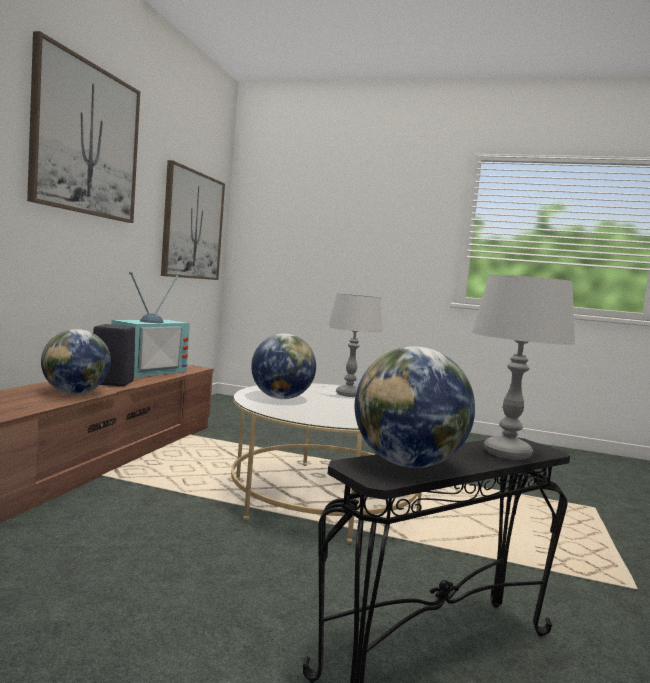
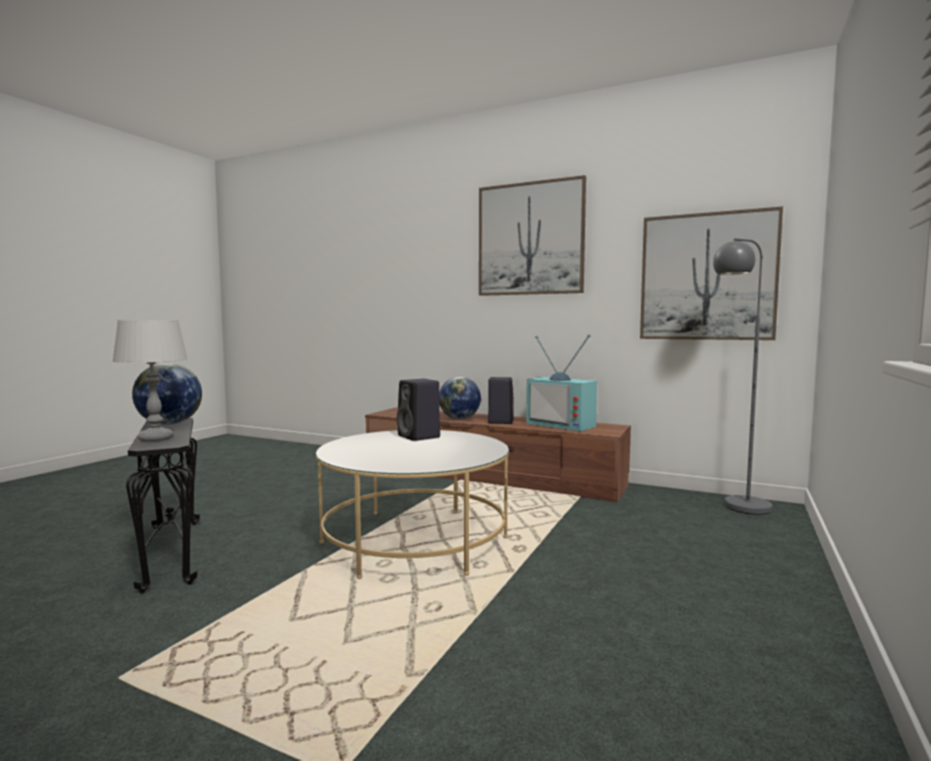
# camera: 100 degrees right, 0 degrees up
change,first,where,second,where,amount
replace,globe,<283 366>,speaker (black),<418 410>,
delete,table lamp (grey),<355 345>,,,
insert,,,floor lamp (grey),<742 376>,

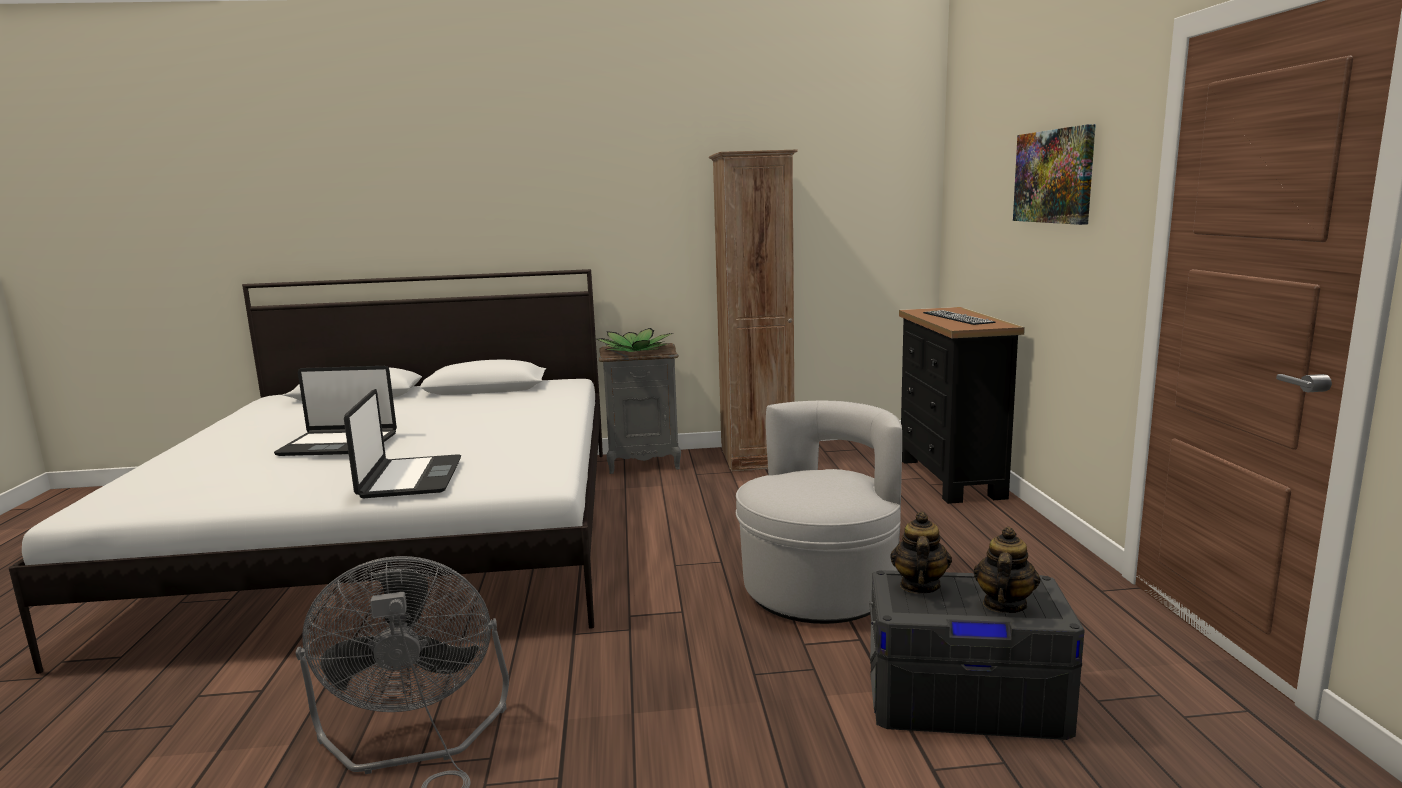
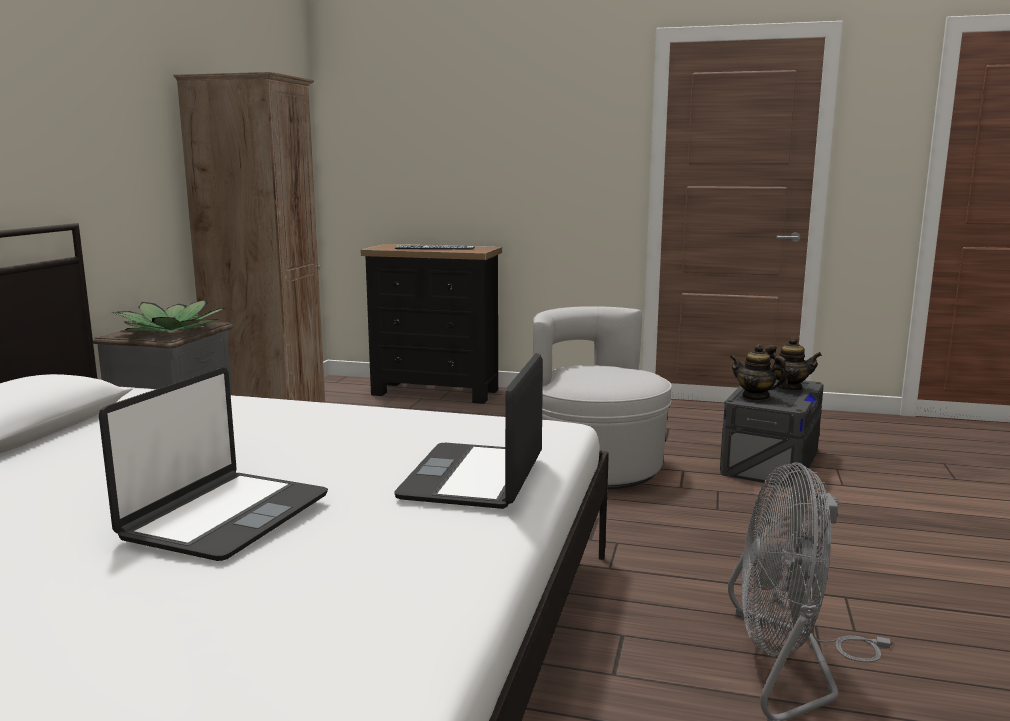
# camera: 70 degrees left, 0 degrees up
change,first,where,second,where,amount
rotate,laptop,<402 443>,,<468 431>,90 degrees counterclockwise
rotate,teapot,<1007 570>,,<793 363>,150 degrees clockwise
delete,picture,<1054 174>,,,

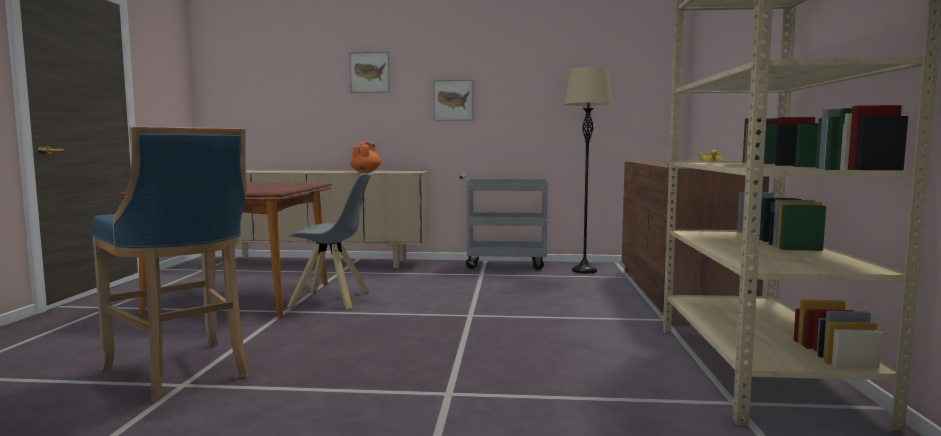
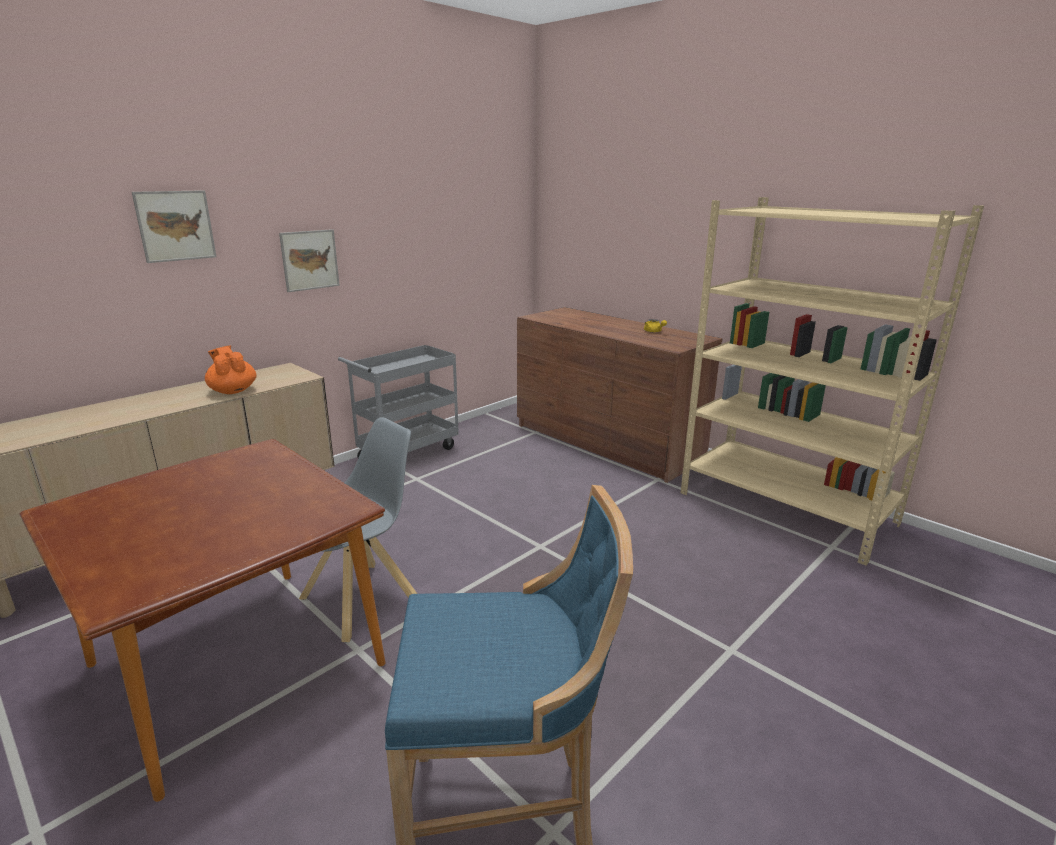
# camera: 50 degrees left, 15 degrees up
change,first,where,second,where,amount
delete,floor lamp (beige),<588 170>,,,

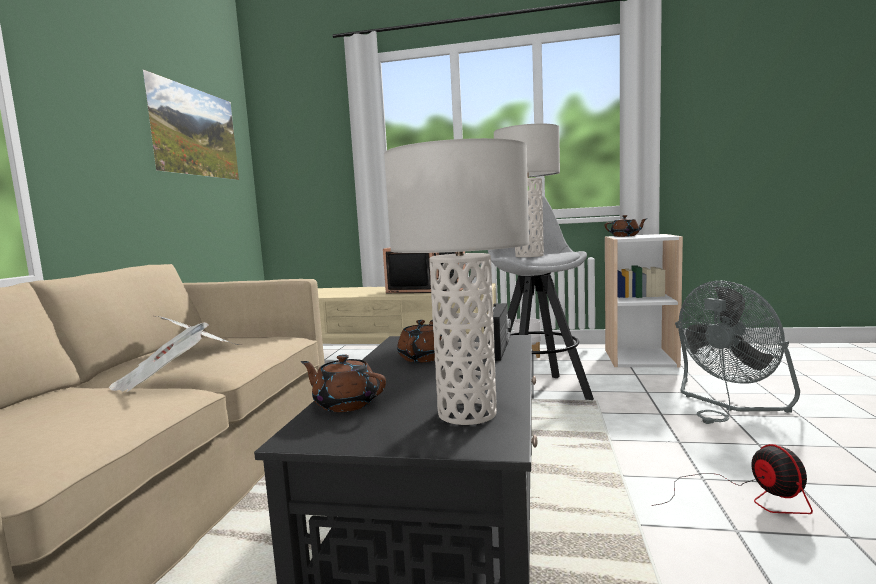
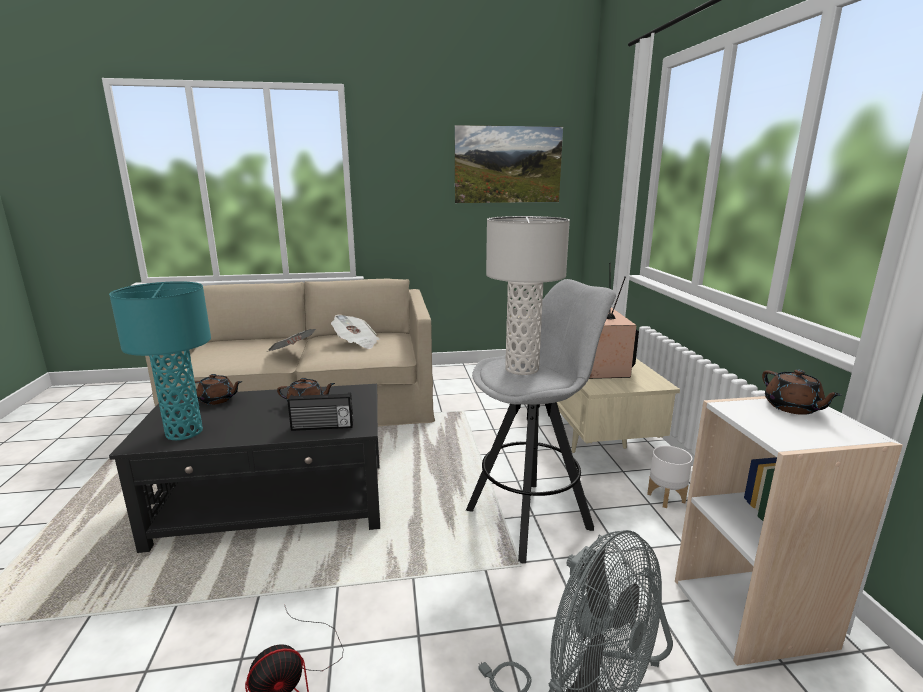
# camera: 70 degrees right, 10 degrees up
change,first,where,second,where,amount
rotate,teapot (brown),<343 383>,,<218 389>,90 degrees clockwise
recolor,table lamp (white),<456 281>,table lamp (turquoise),<160 360>,

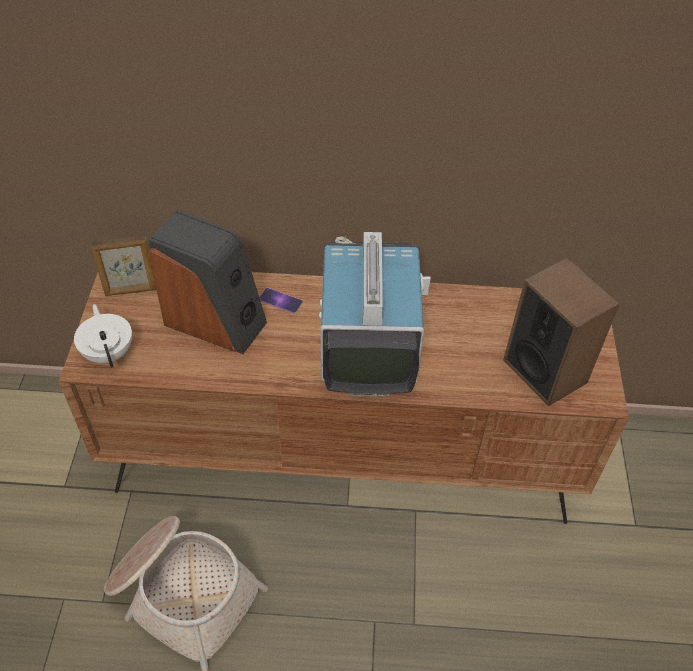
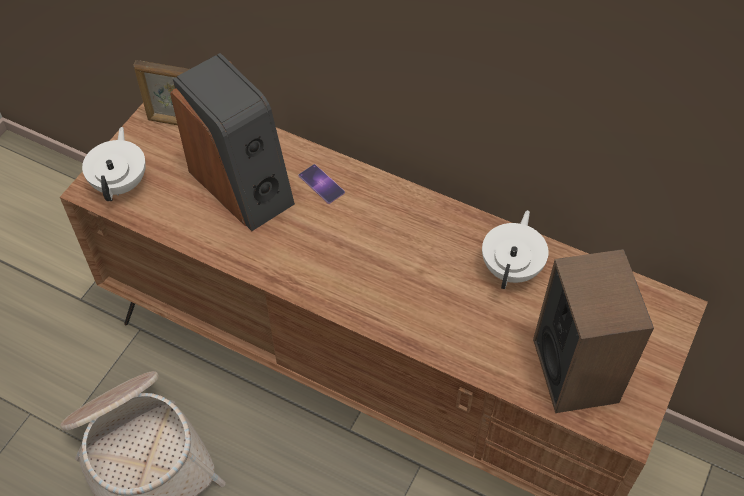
# camera: 25 degrees right, 5 degrees up
change,first,where,second,where,amount
delete,television,<375 314>,,,
insert,,,teapot (white),<515 249>,

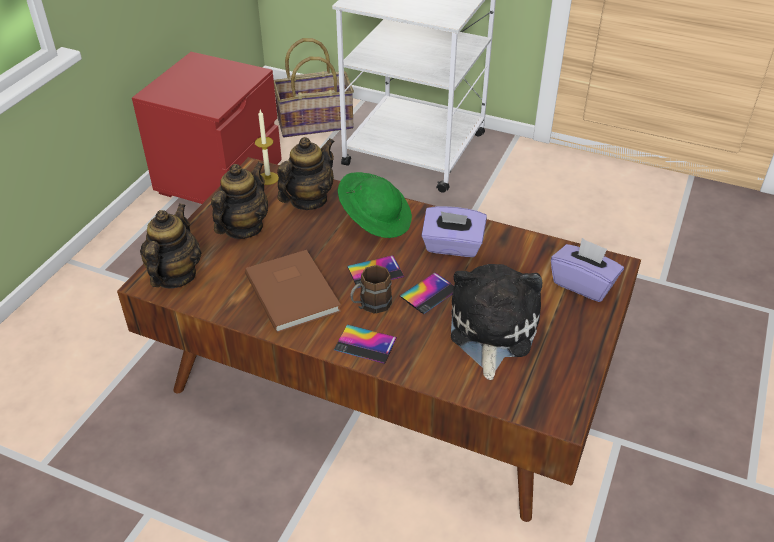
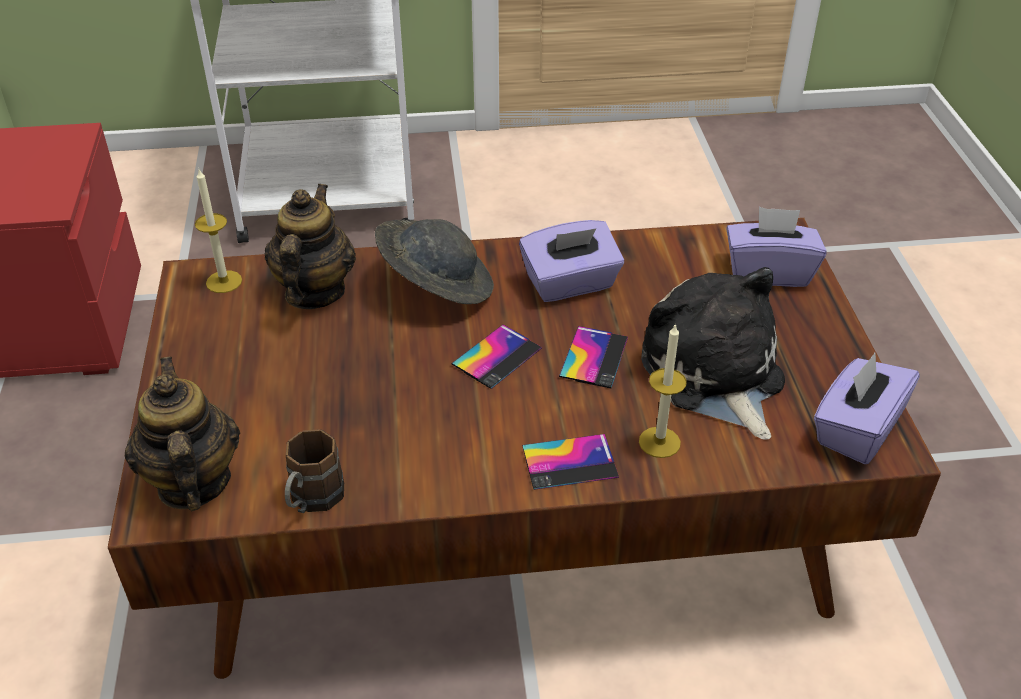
# camera: 30 degrees left, 0 degrees up
change,first,where,second,where,amount
delete,teapot,<239 200>,,,
delete,book (brown),<293 291>,,,
delete,basket,<314 87>,,,
recolor,hat (green),<375 205>,hat (grey),<434 261>,
move,mug (brown),<371 289>,,<314 471>,
insert,,,candle,<663 390>,
insert,,,tissue box (purple),<867 408>,

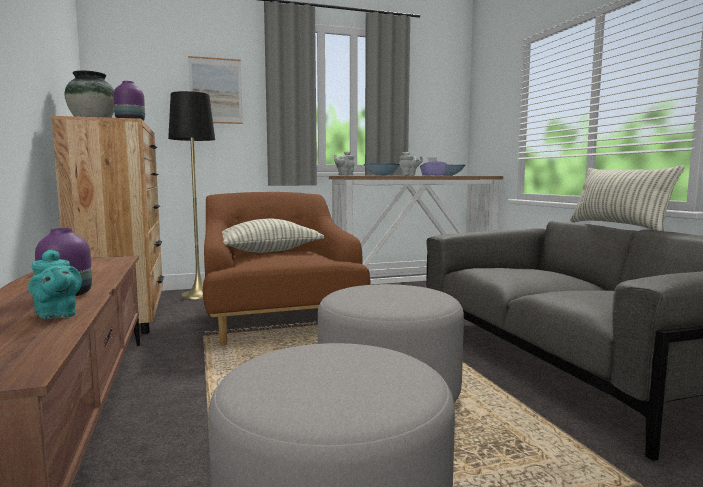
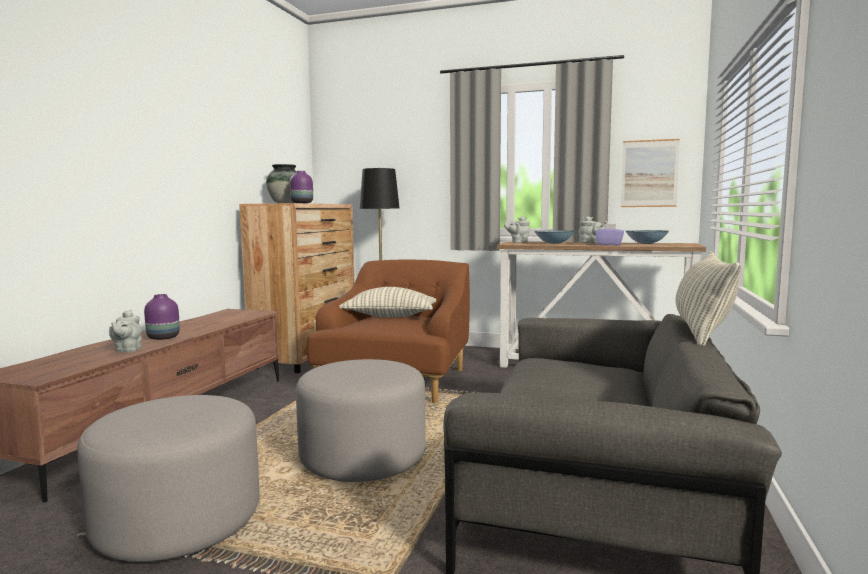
# camera: 35 degrees right, 0 degrees up
change,first,where,second,where,amount
recolor,teapot (turquoise),<55 284>,teapot (grey),<125 331>,
move,picture,<215 90>,,<650 173>,

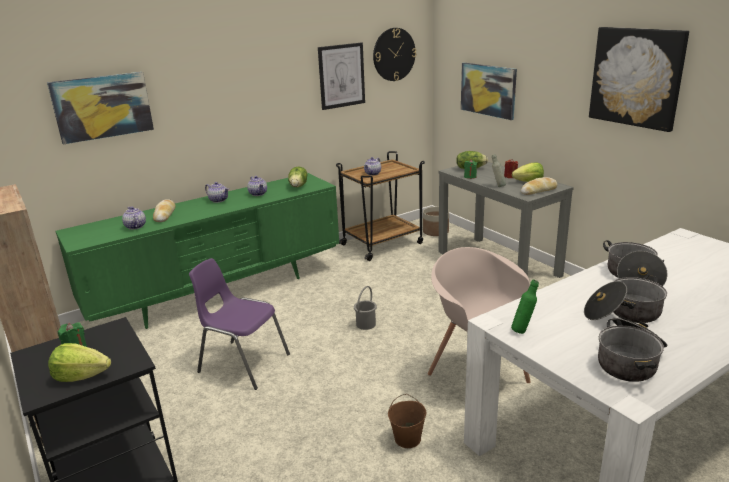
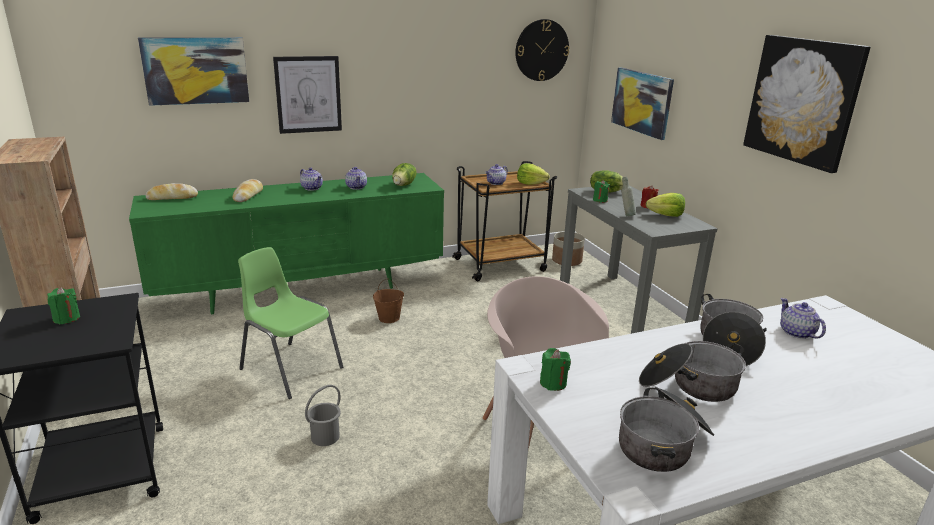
# camera: 10 degrees right, 0 degrees up
change,first,where,second,where,amount
move,lettuce,<79 362>,,<533 174>,
move,teapot,<134 218>,,<803 318>,
recolor,chair (purple),<239 324>,chair (green),<290 323>,
move,picture,<341 76>,,<307 95>,
move,bucket (grey),<365 308>,,<323 415>,
move,bucket (brown),<407 421>,,<388 301>,
replace,bottle (green),<525 307>,candle (green),<555 369>,
move,bread,<539 186>,,<172 191>,

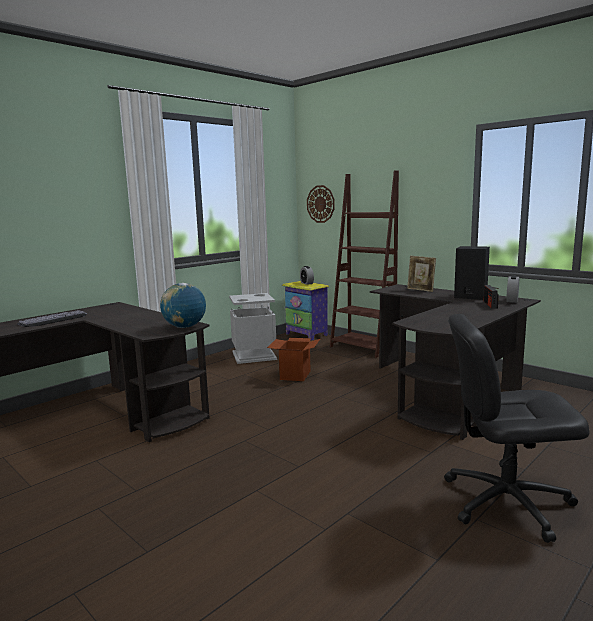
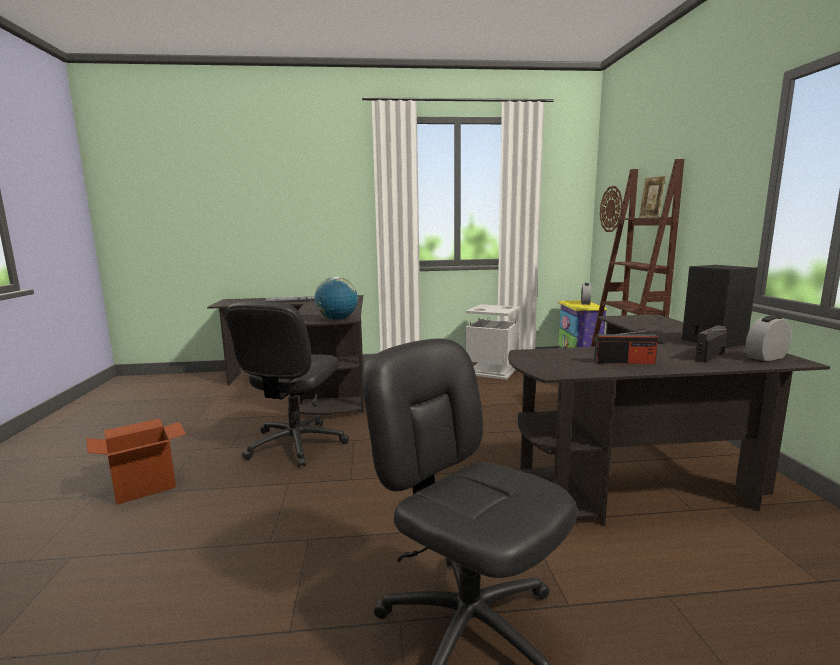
# camera: 40 degrees right, 0 degrees up
change,first,where,second,where,amount
move,cardboard box,<293 359>,,<136 461>,
move,picture frame,<421 274>,,<652 196>,
insert,,,office chair (black),<288 384>,
insert,,,radio,<626 347>,

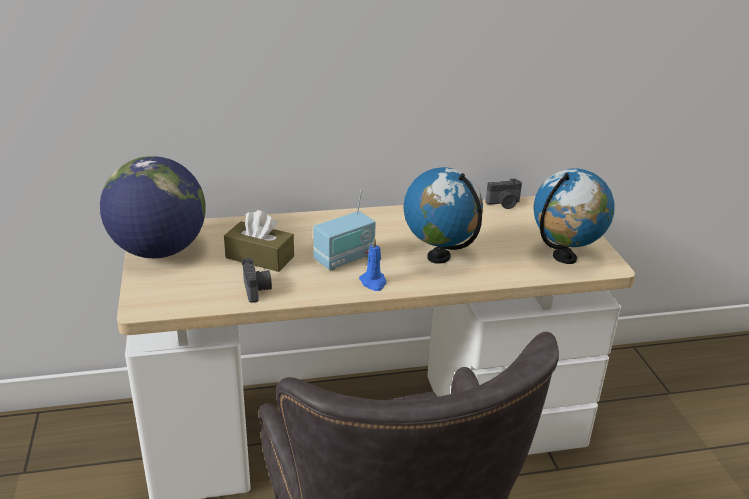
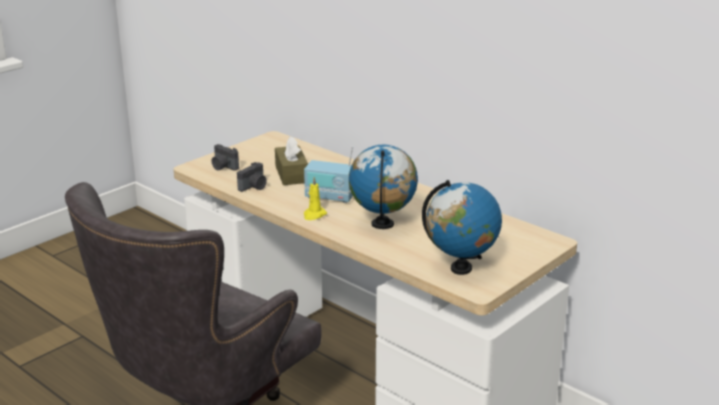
# camera: 55 degrees right, 5 degrees down
change,first,where,second,where,amount
delete,globe,<153 207>,,,
recolor,candle (blue),<372 264>,candle (yellow),<315 198>,
move,photo camera,<503 194>,,<225 157>,

